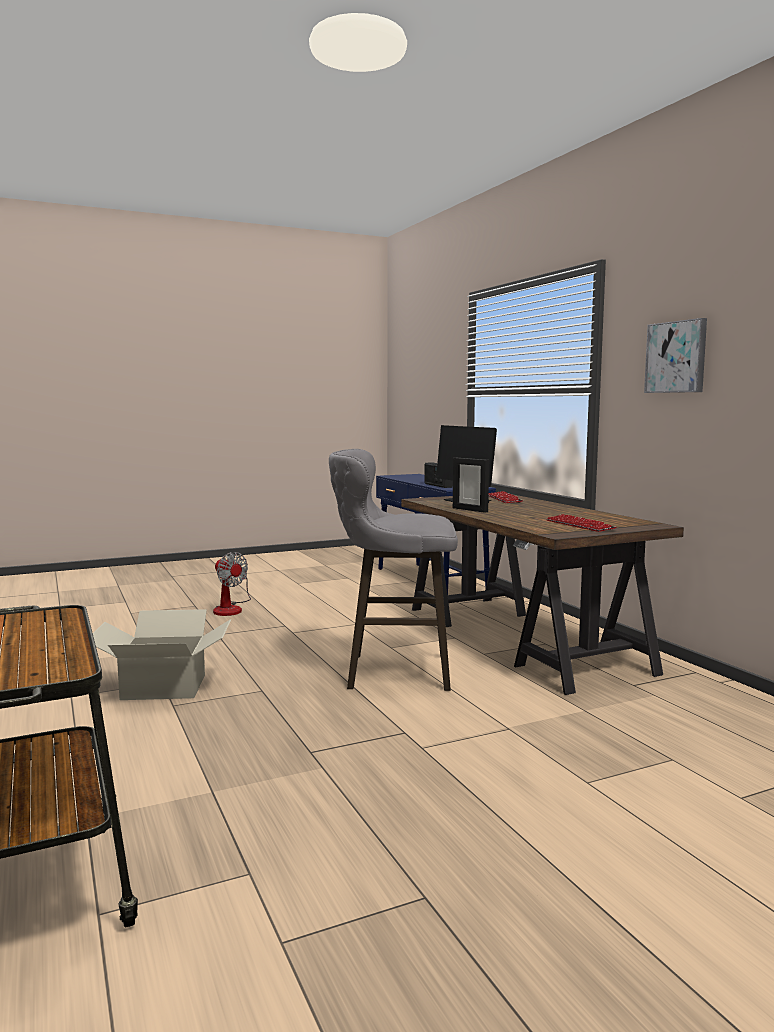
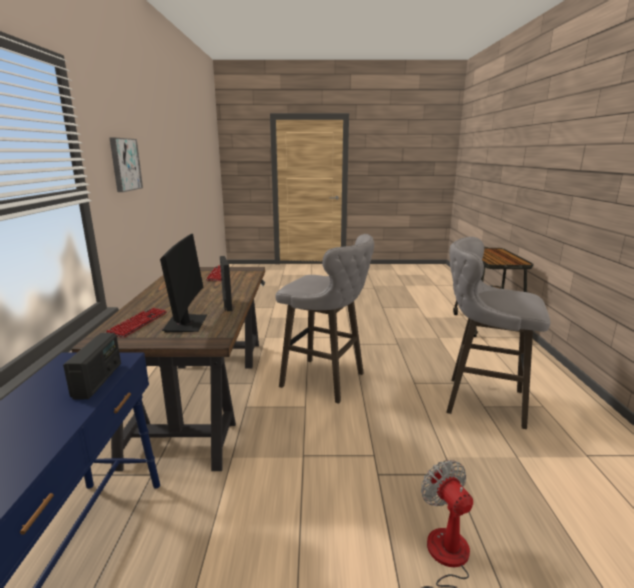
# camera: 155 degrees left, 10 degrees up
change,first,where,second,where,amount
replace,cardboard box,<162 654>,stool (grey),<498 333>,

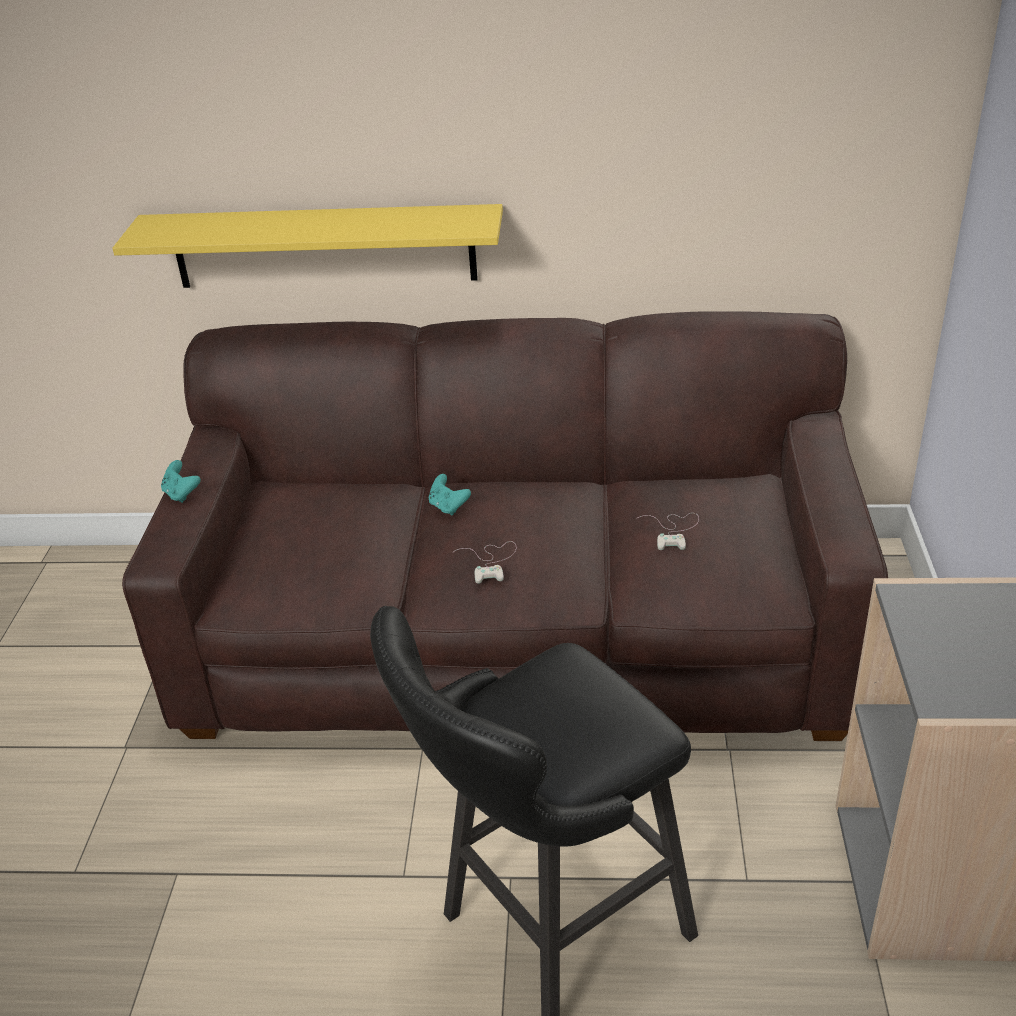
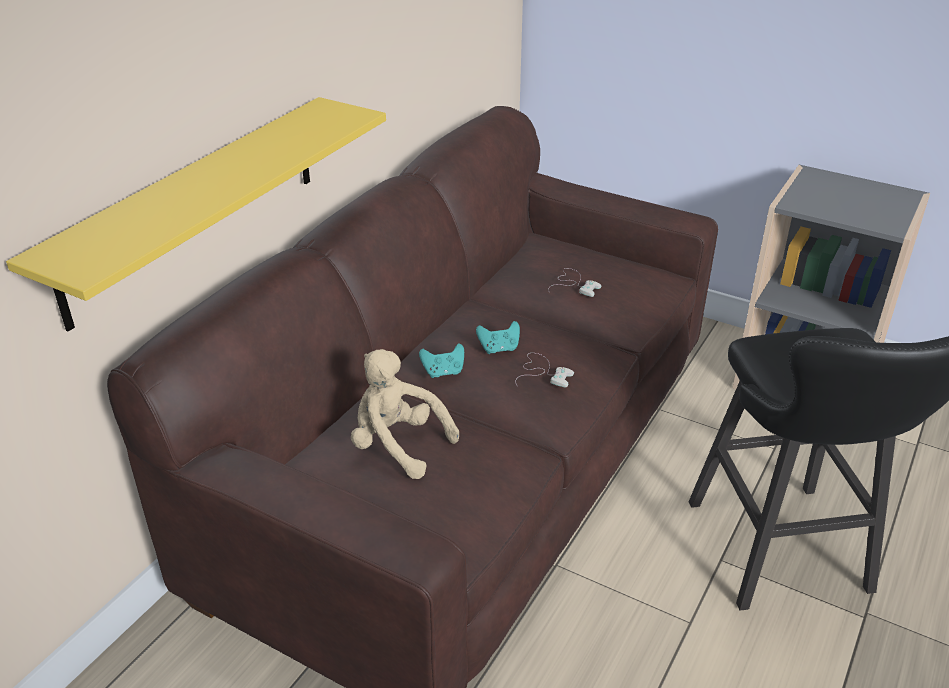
# camera: 65 degrees left, 0 degrees up
change,first,where,second,where,amount
move,game controller (turquoise),<181 481>,,<498 337>,
insert,,,plush toy (beige),<405 414>,

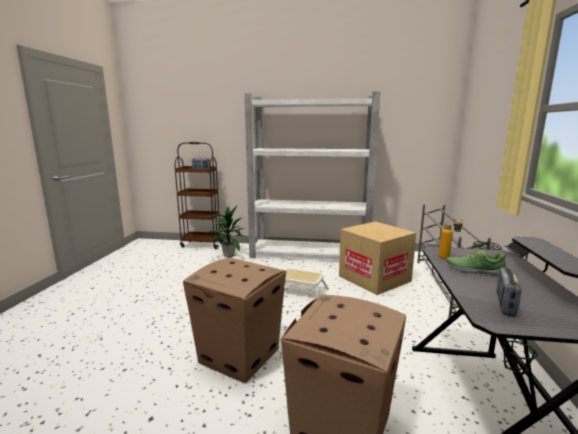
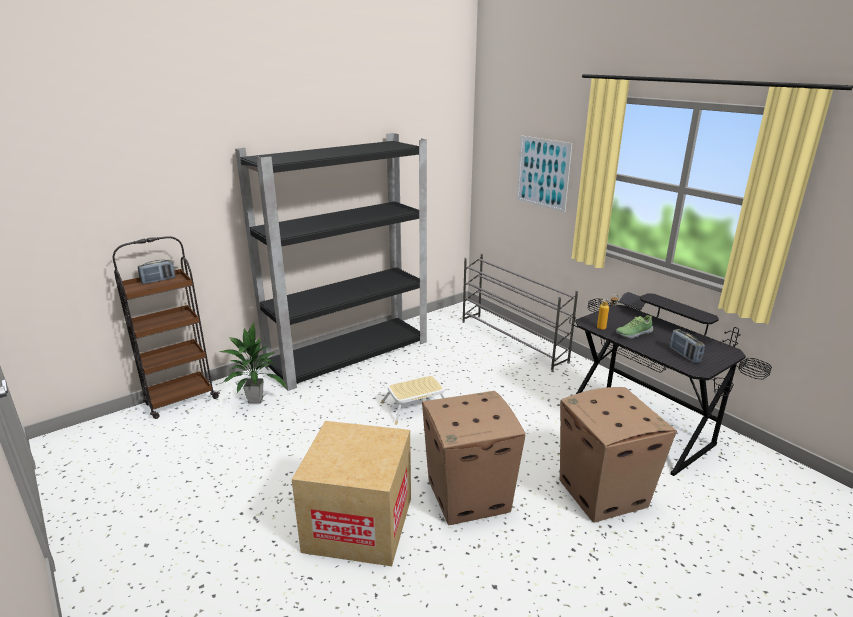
# camera: 45 degrees left, 10 degrees up
change,first,where,second,where,amount
recolor,bookcase (white),<312 176>,bookcase (black),<331 262>,
move,cardboard box,<377 258>,,<351 493>,
insert,,,picture,<544 174>,

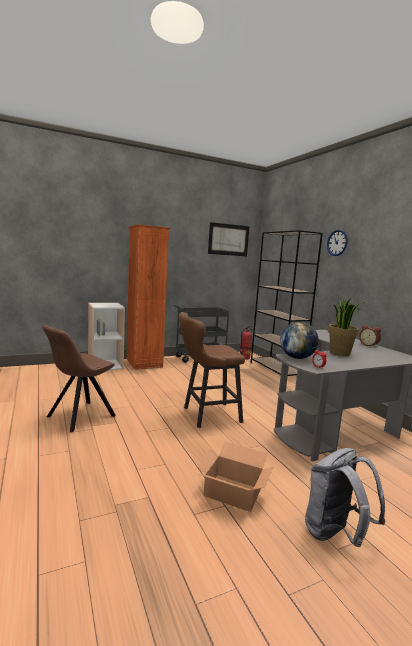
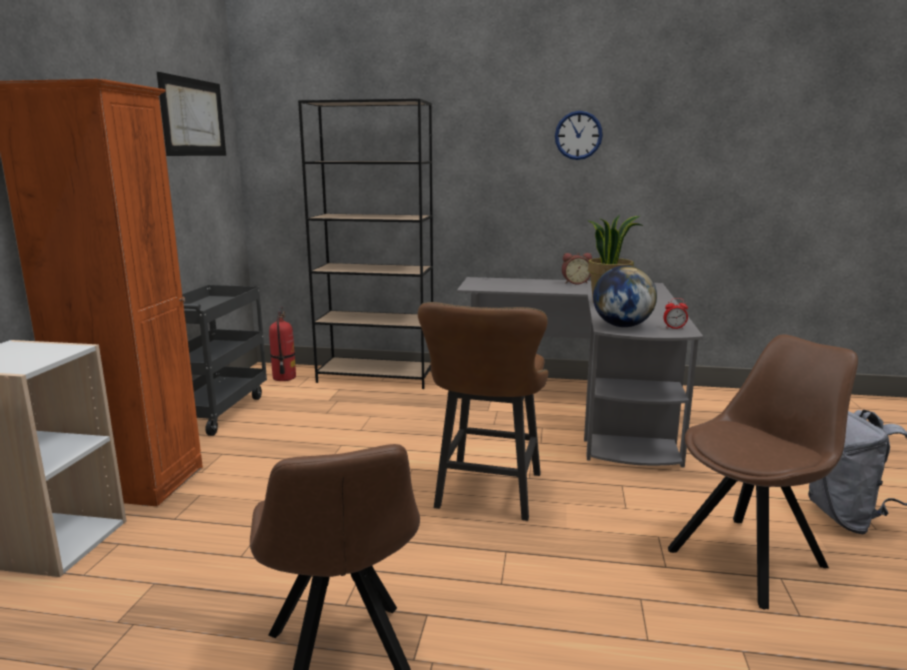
# camera: 55 degrees left, 5 degrees up
change,first,where,second,where,amount
replace,cardboard box,<234 477>,chair (brown),<763 471>,
move,wall clock,<337 243>,,<579 135>,

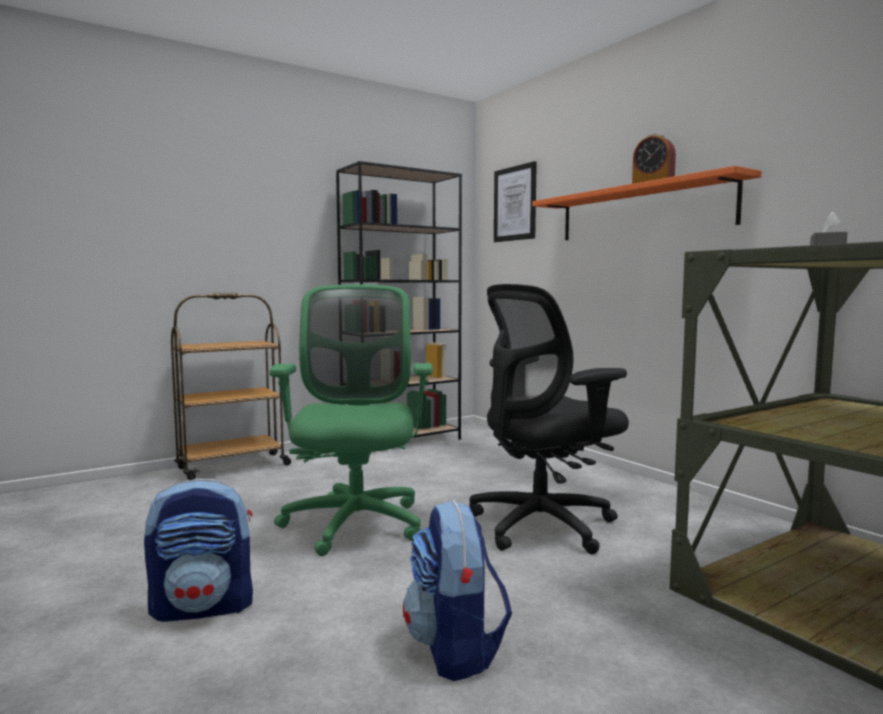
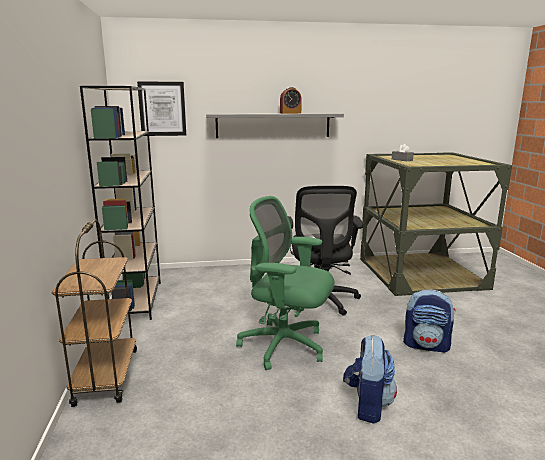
# camera: 65 degrees left, 10 degrees up
change,first,where,second,where,amount
recolor,shelf (orange),<646 203>,shelf (grey),<275 125>,

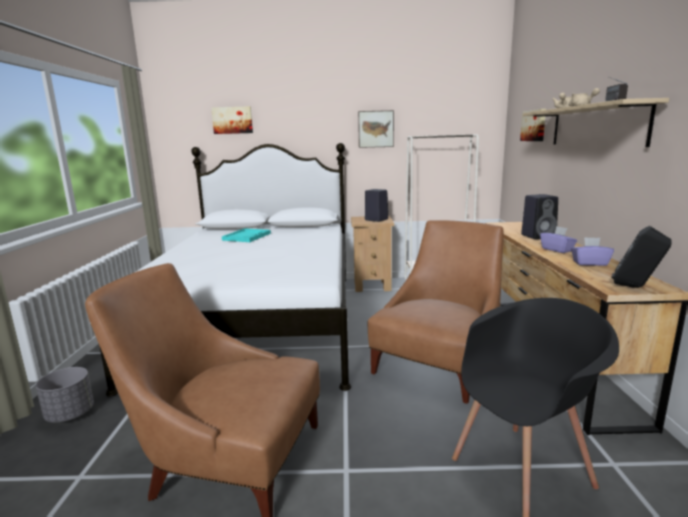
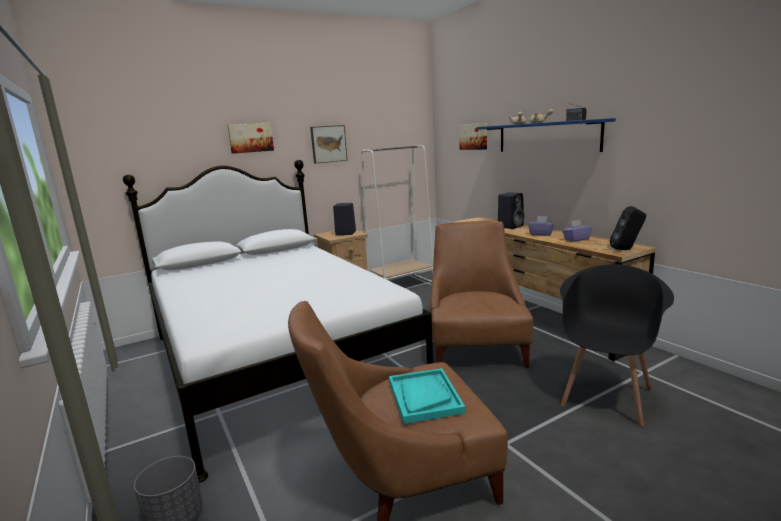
# camera: 30 degrees left, 0 degrees up
change,first,where,second,where,amount
move,picture,<232 120>,,<250 138>,
move,tray (turquoise),<246 235>,,<427 396>,
recolor,shelf (beige),<596 122>,shelf (blue),<546 135>,

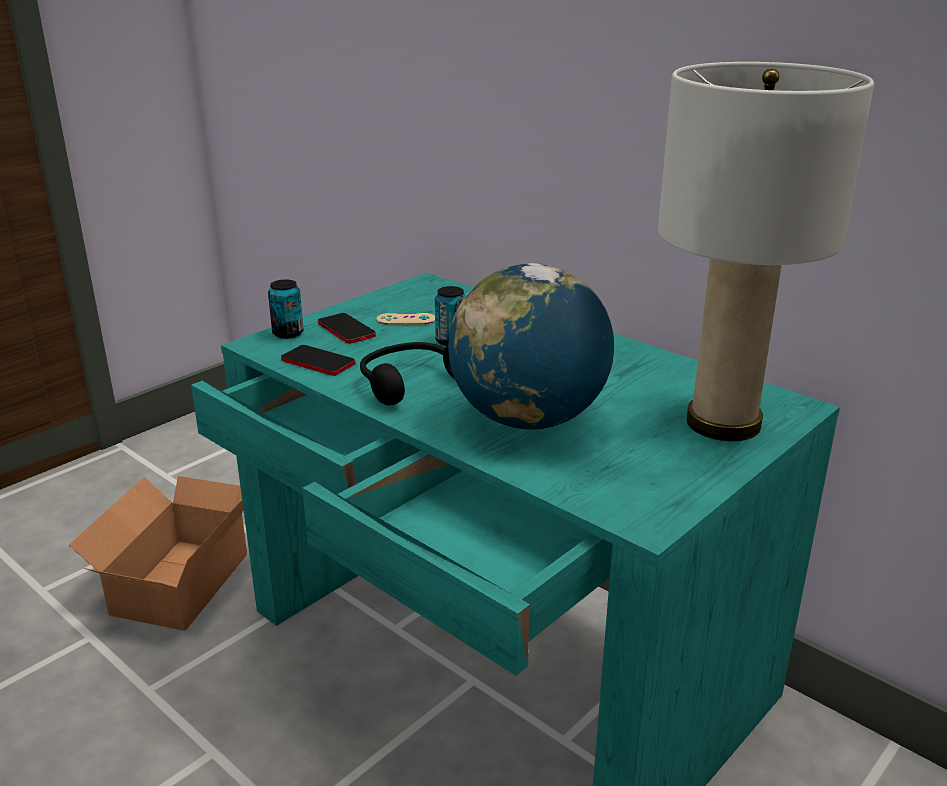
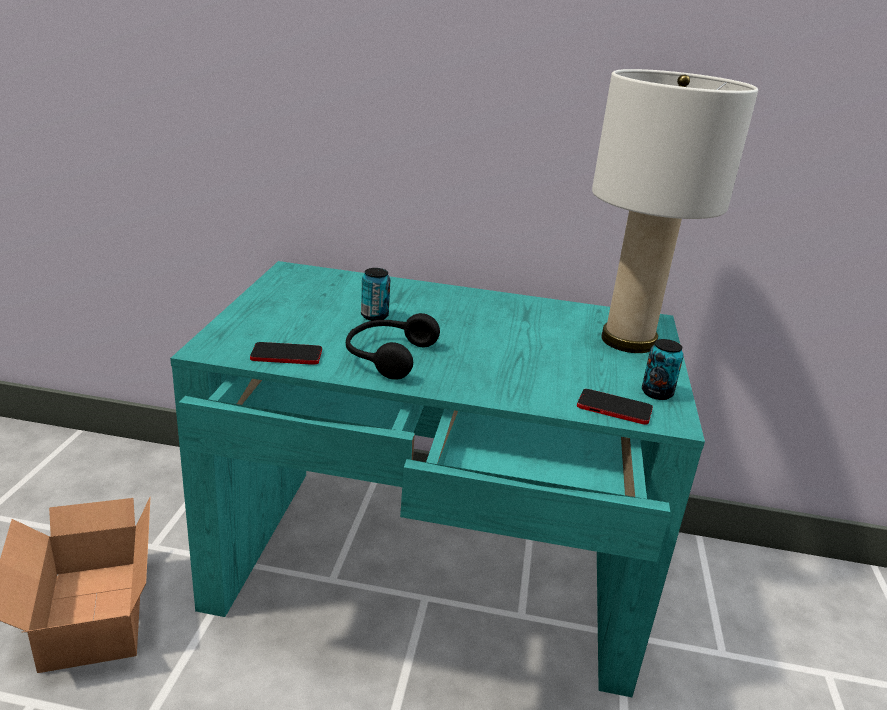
# camera: 35 degrees left, 0 degrees up
change,first,where,second,where,amount
move,can,<285 309>,,<663 369>,
move,phone,<347 328>,,<615 407>,
delete,game controller (beige),<405 319>,,,
delete,globe,<531 346>,,,

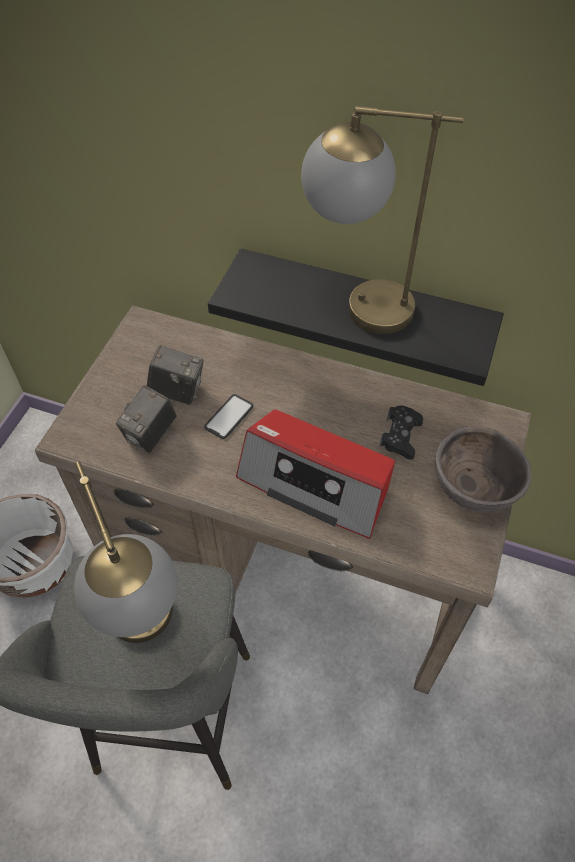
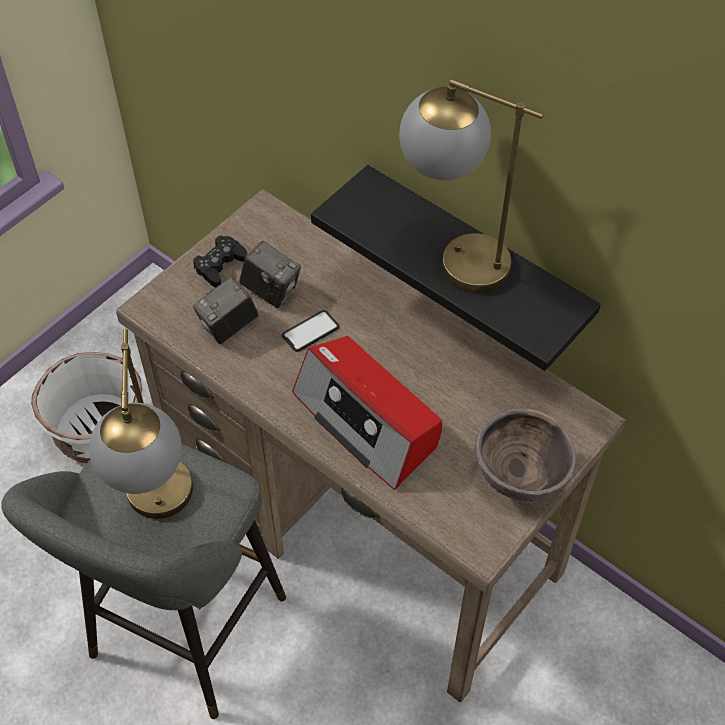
# camera: 20 degrees right, 0 degrees up
change,first,where,second,where,amount
move,game controller (black),<401 432>,,<220 261>,

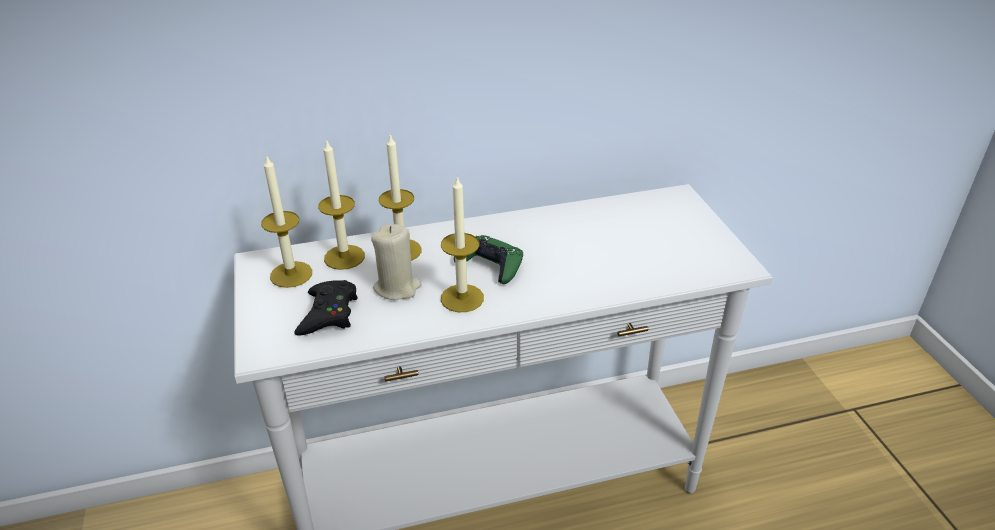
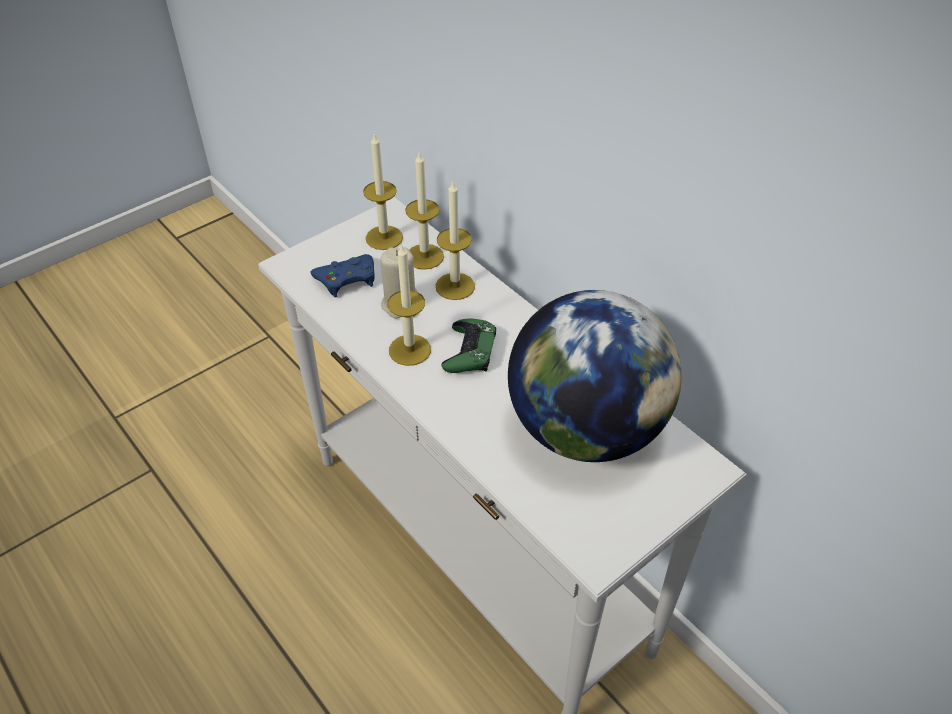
# camera: 65 degrees right, 10 degrees up
change,first,where,second,where,amount
recolor,game controller (black),<326 308>,game controller (blue),<343 275>,
insert,,,globe,<595 376>,

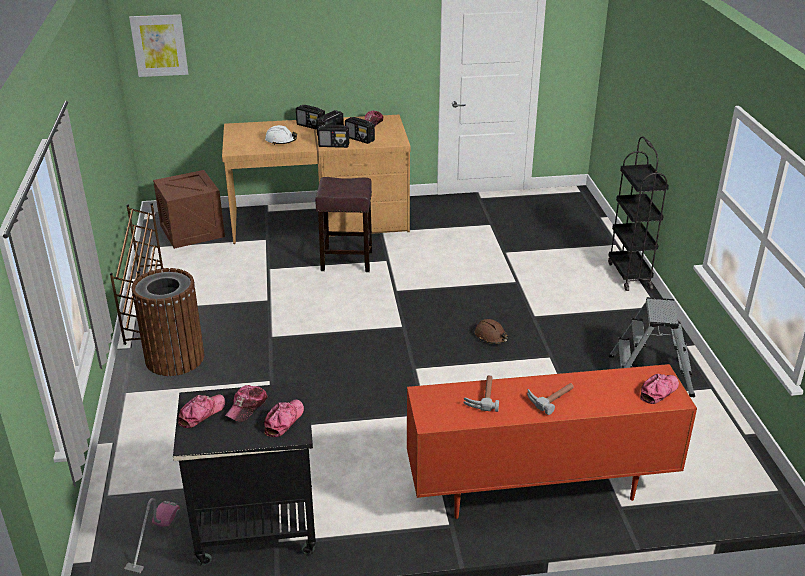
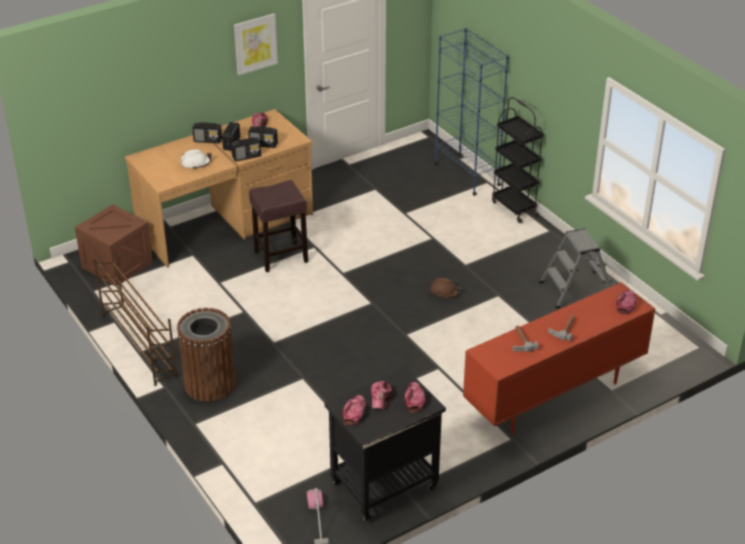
# camera: 25 degrees left, 5 degrees up
change,first,where,second,where,amount
move,picture,<158 45>,,<256 44>,
insert,,,bookcase (blue),<471 111>,

